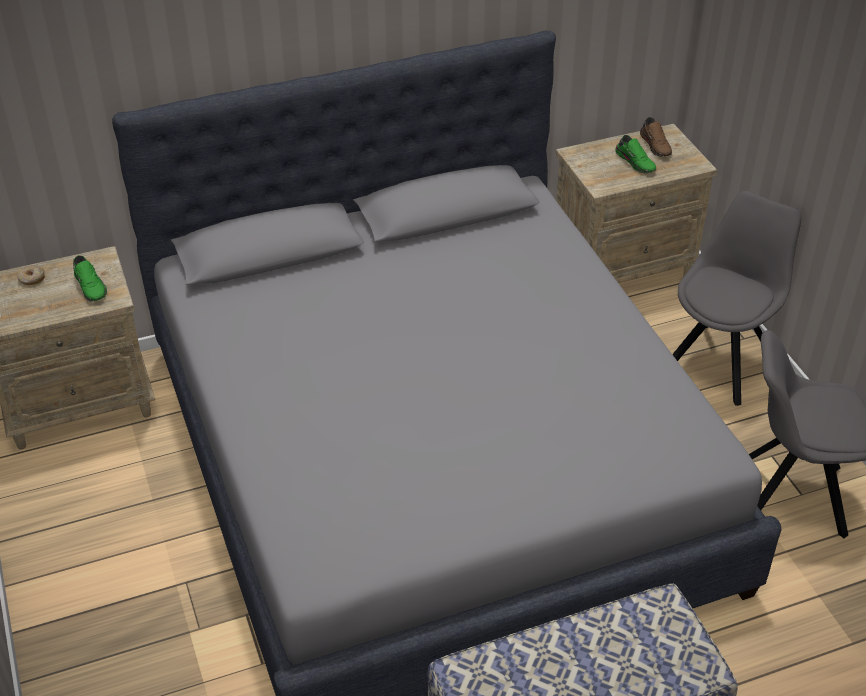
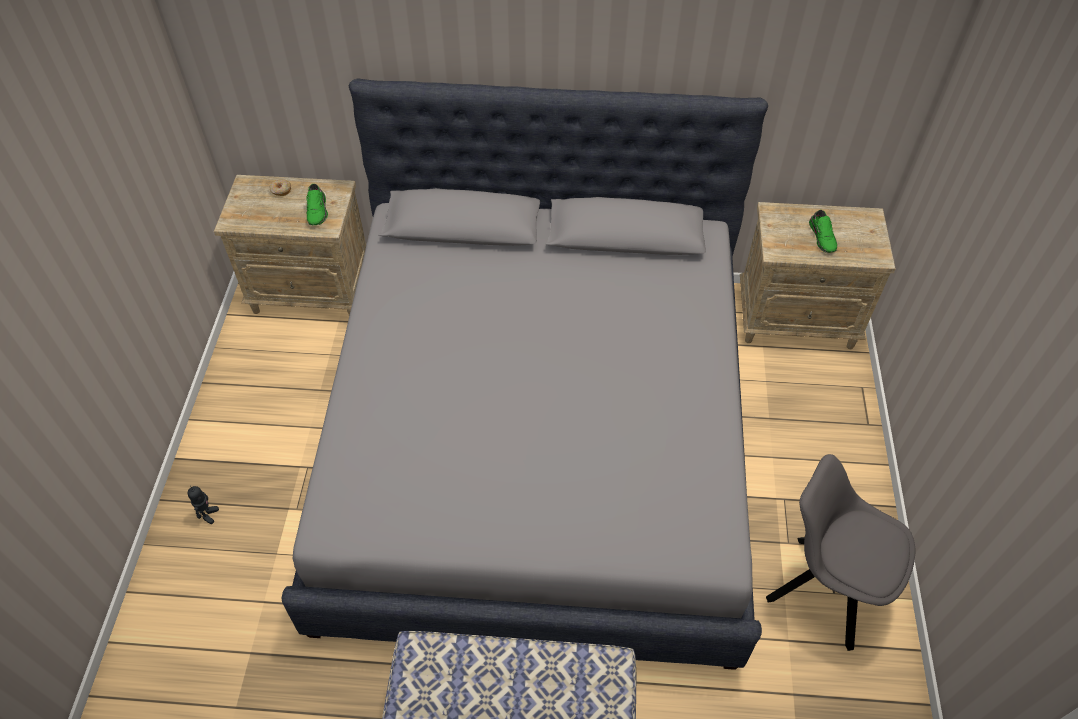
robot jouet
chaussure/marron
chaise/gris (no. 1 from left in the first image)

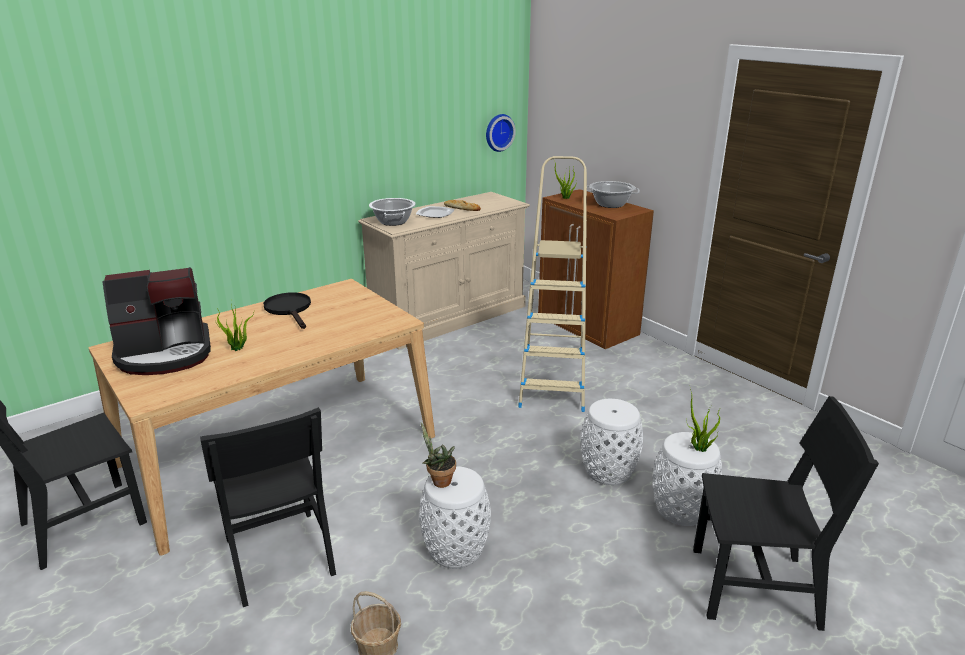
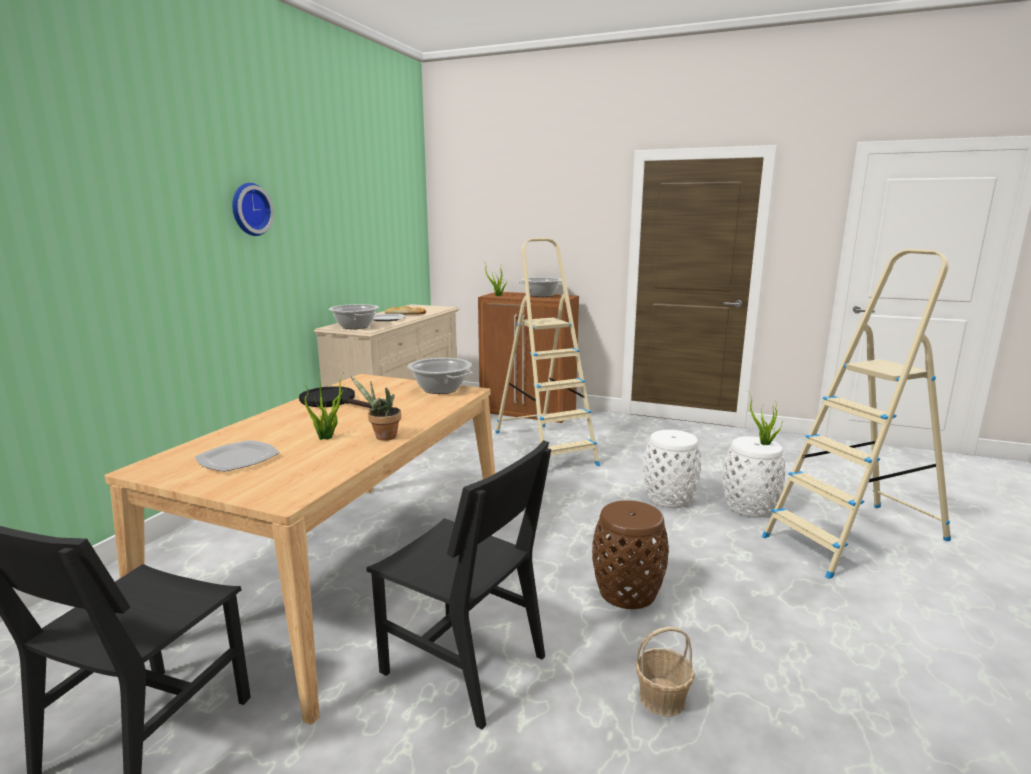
assiette (no. 1 from left)
horloge murale
plante en pot (no. 2 from left)
marmite (no. 2 from left)
tabouret/marron
escabeau/beige (no. 2 from left)

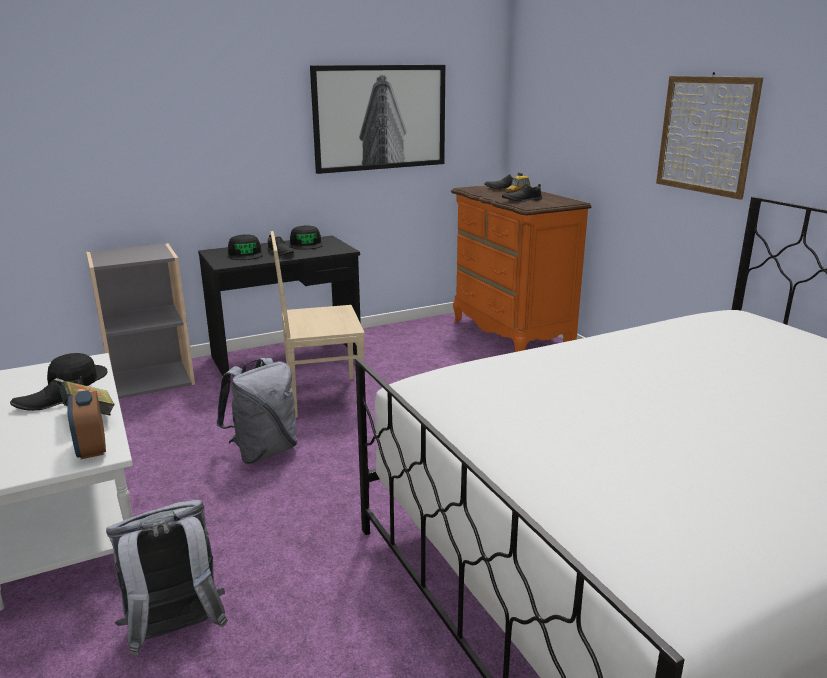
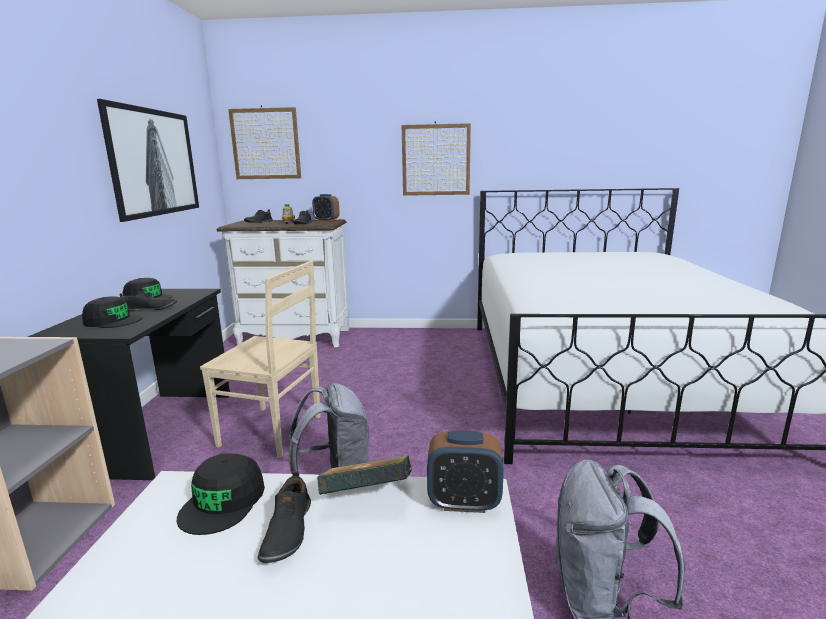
casquette/noir (no. 3 from left)
chaise/beige
commode/blanc
tableau (no. 2 from left)
réveil (no. 1 from left)

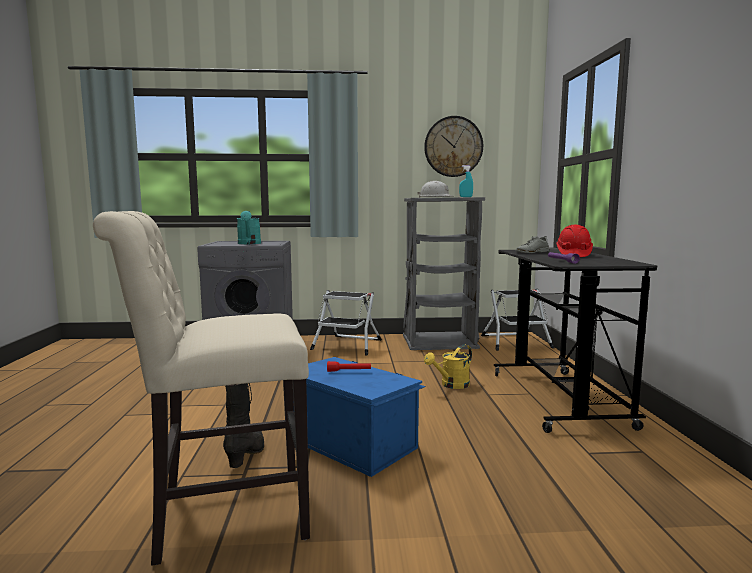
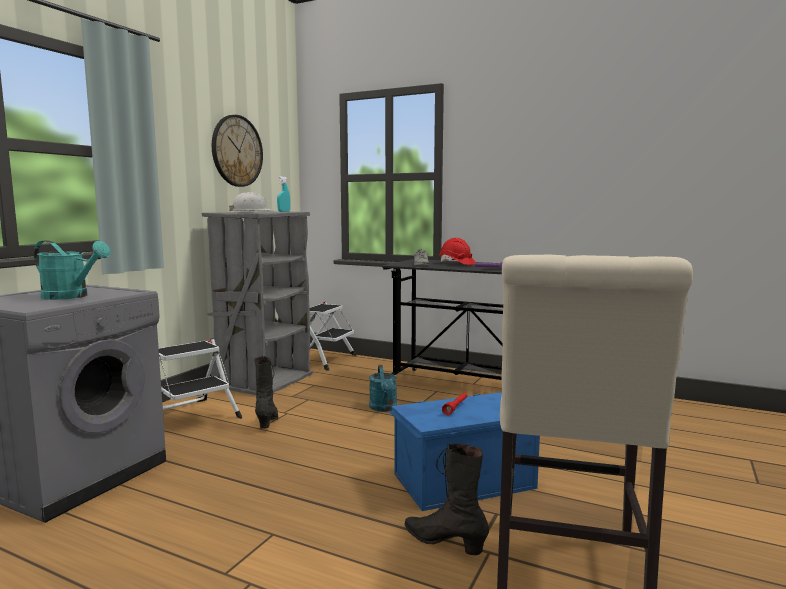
botte/noir (no. 1 from left)
arrosoir/turquoise (no. 2 from left)

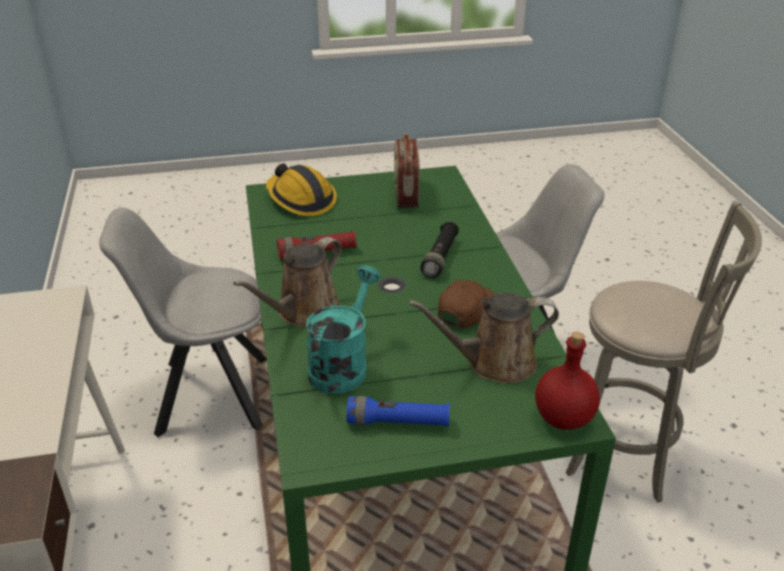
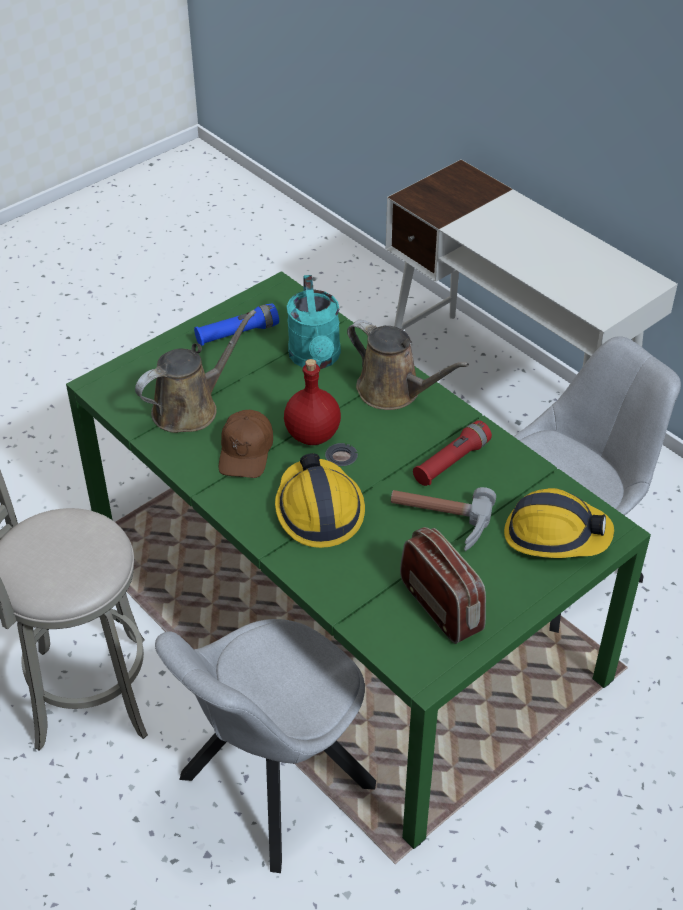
casque de chantier (no. 1 from left)
bouteille/rouge
arrosoir/marron (no. 2 from left)
marteau

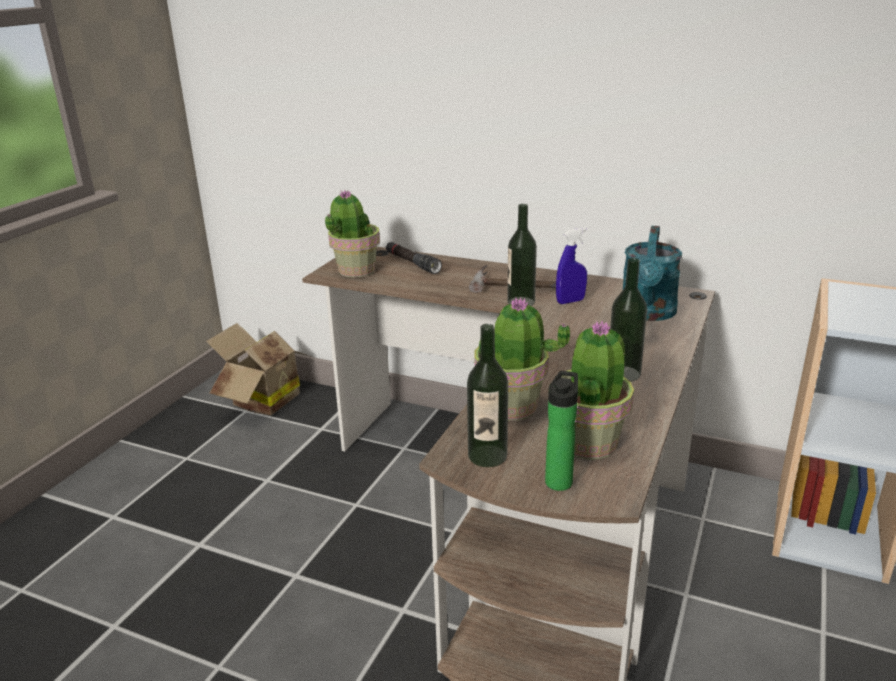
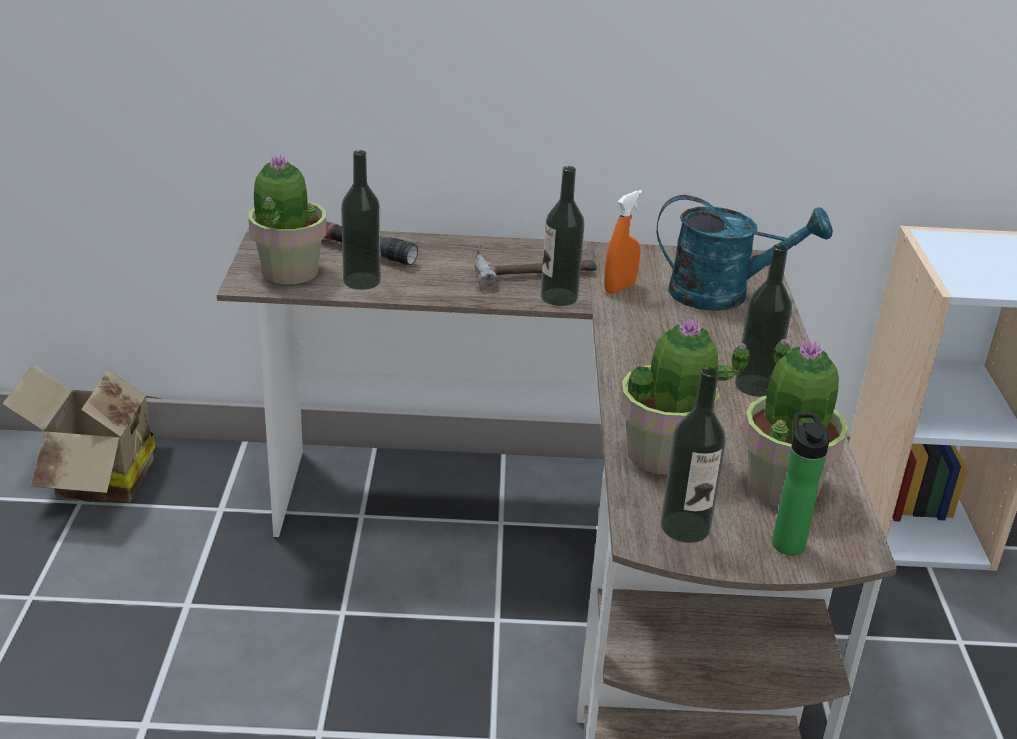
bouteille (no. 1 from left)
vaporisateur/orange
arrosoir/turquoise

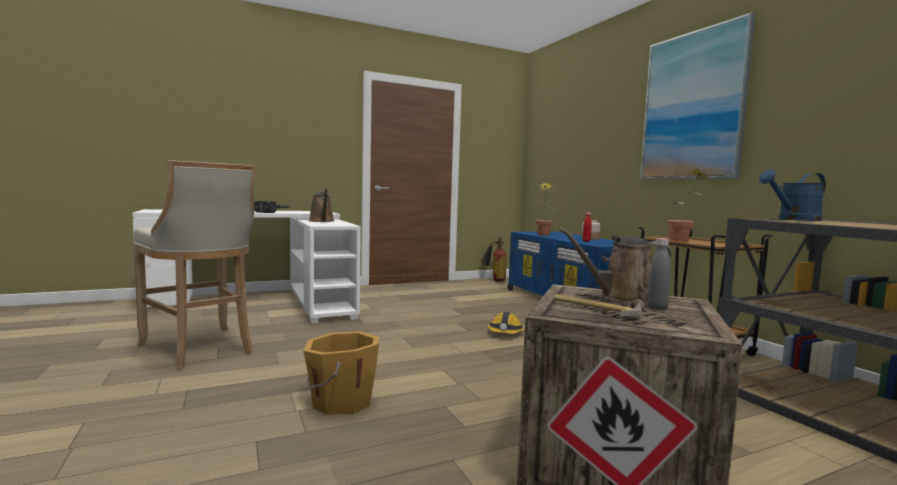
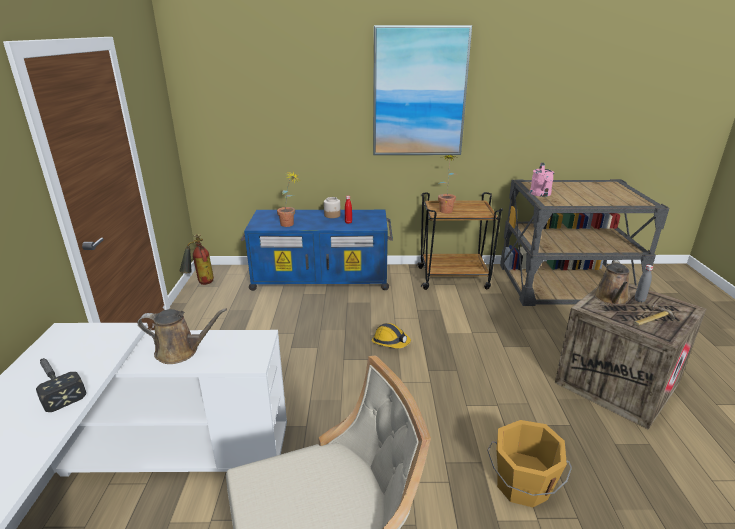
arrosoir/rose

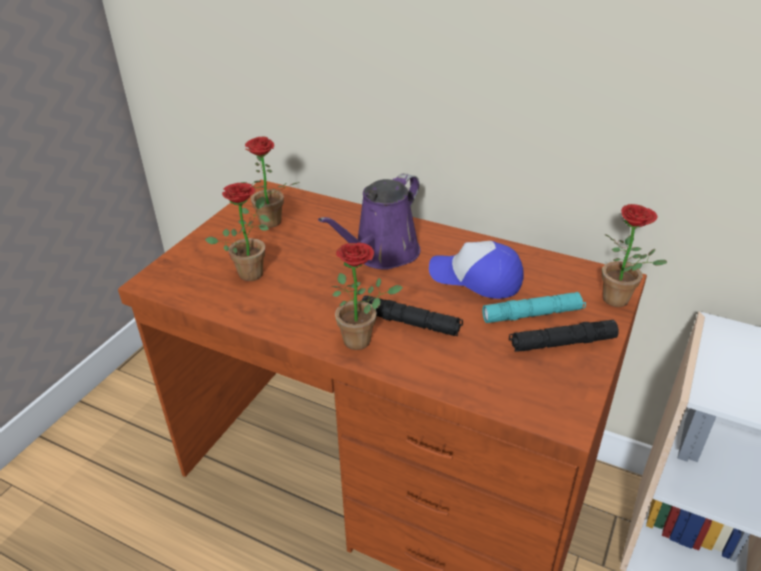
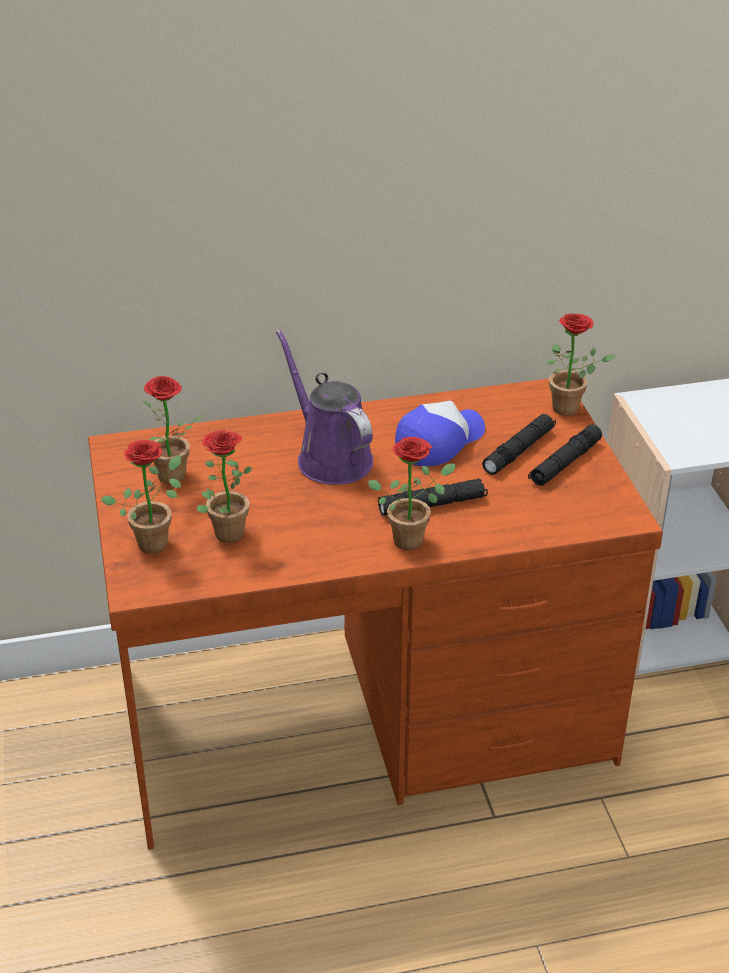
plante en pot (no. 1 from left)
arrosoir/violet
casquette
lampe de poche/noir (no. 2 from left)

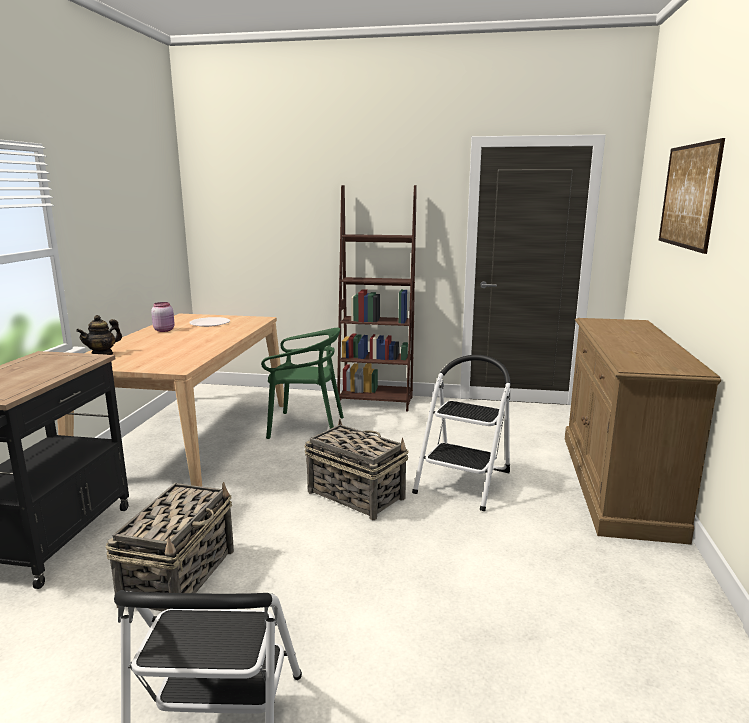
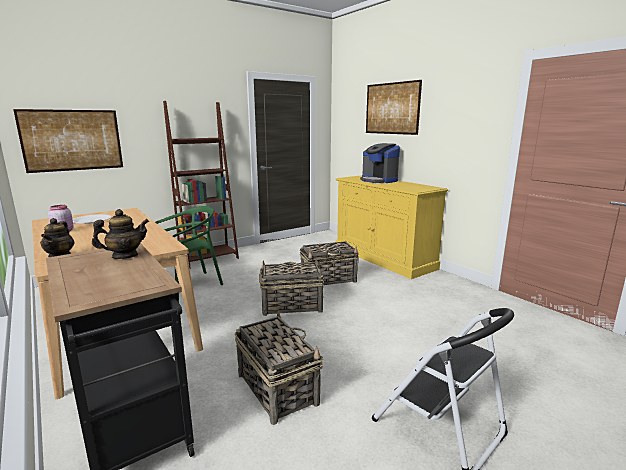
tableau (no. 1 from left)
théière (no. 2 from left)
panier (no. 3 from left)
meuble de rangement/jaune
machine à café

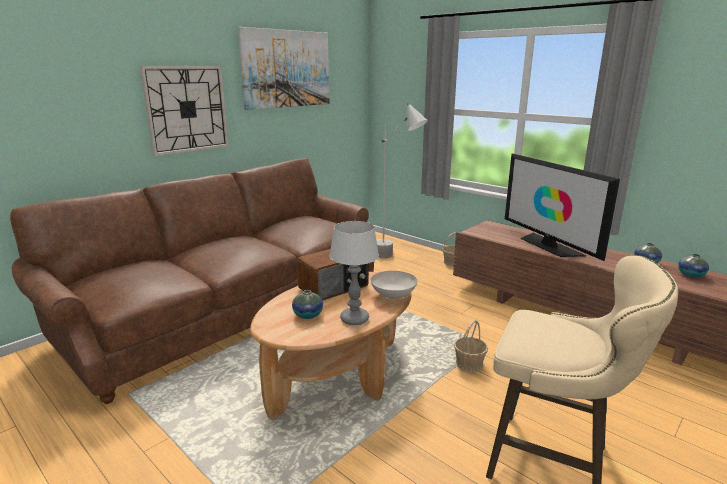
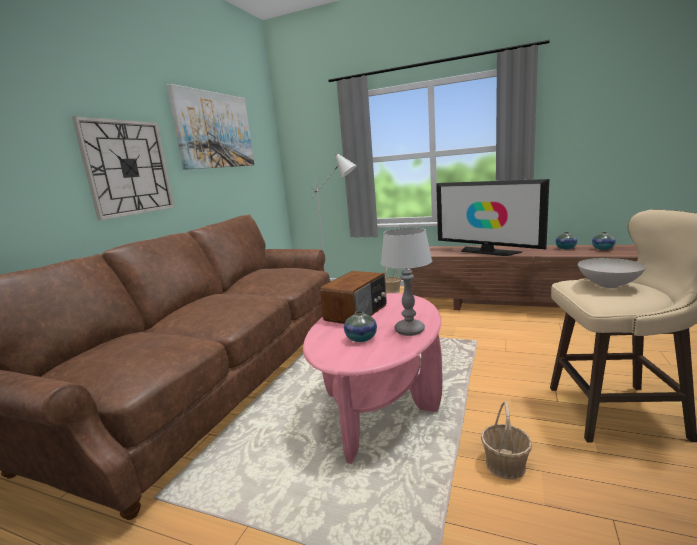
table basse/rose
panier (no. 2 from left)
bol/blanc

